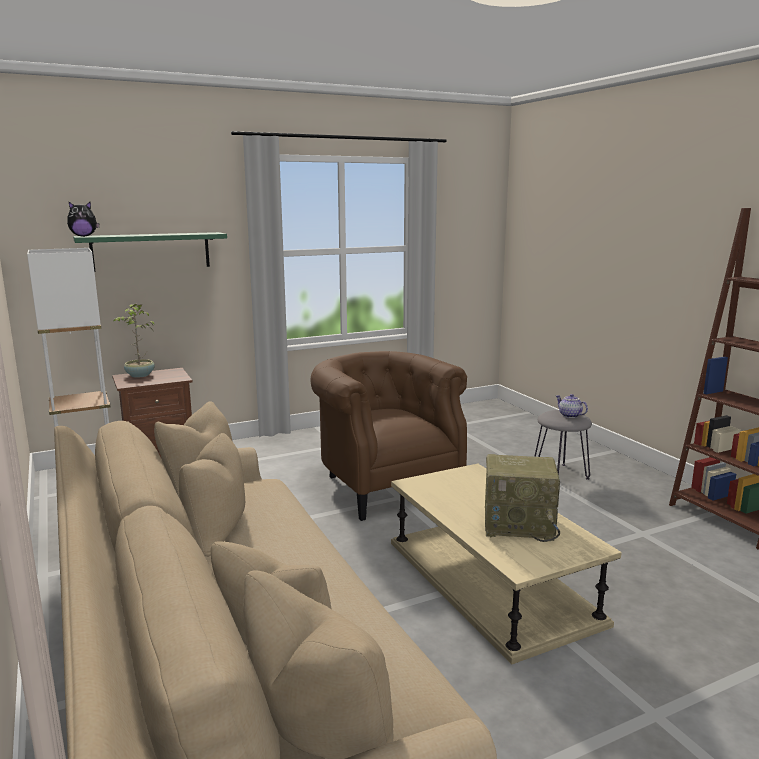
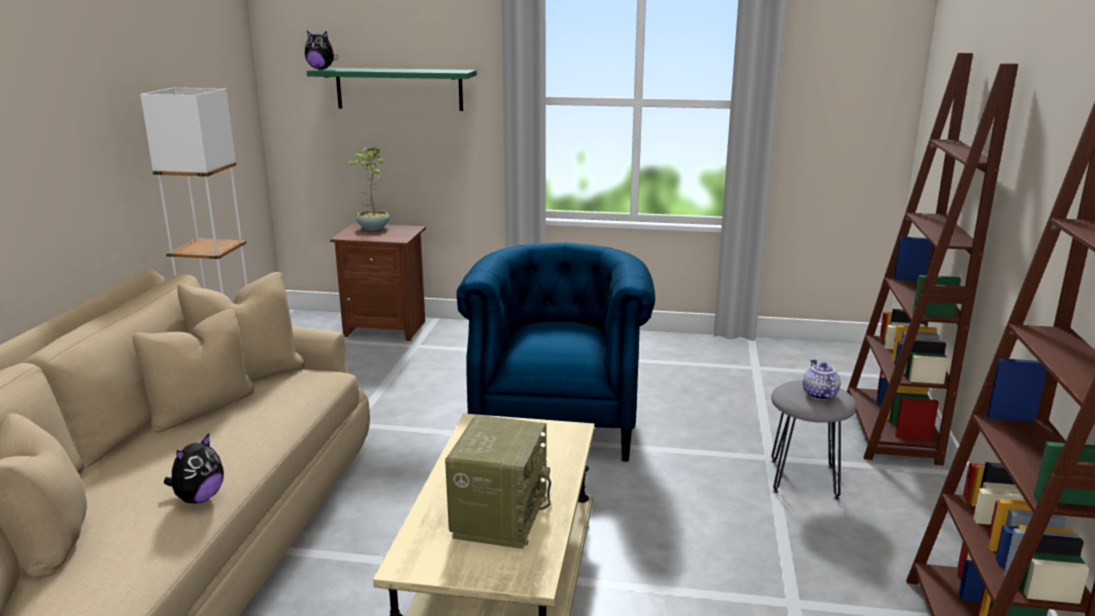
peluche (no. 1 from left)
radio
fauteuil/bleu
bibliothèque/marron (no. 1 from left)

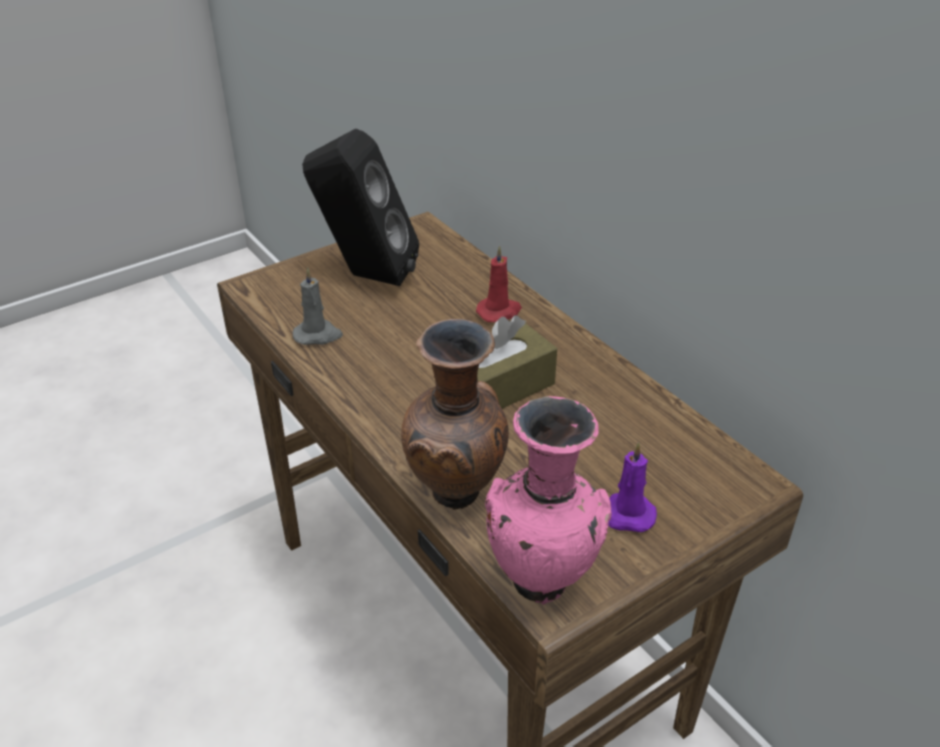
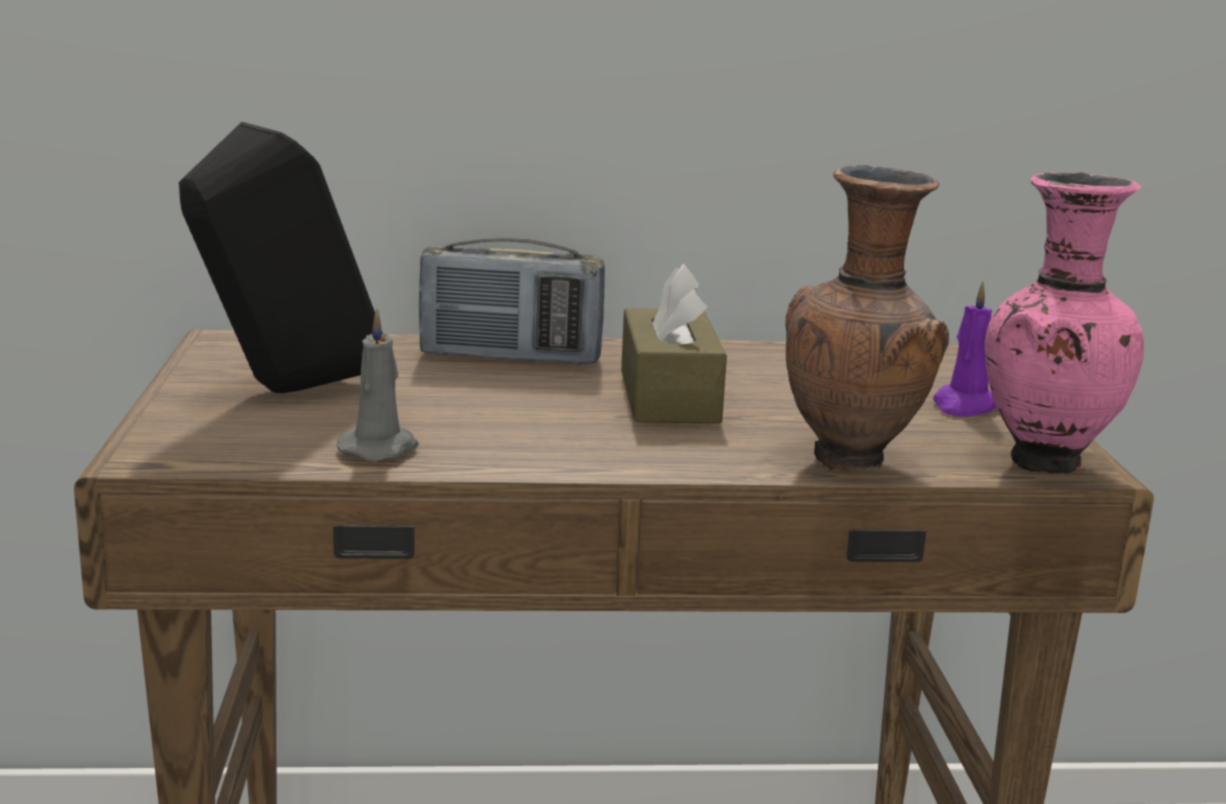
radio

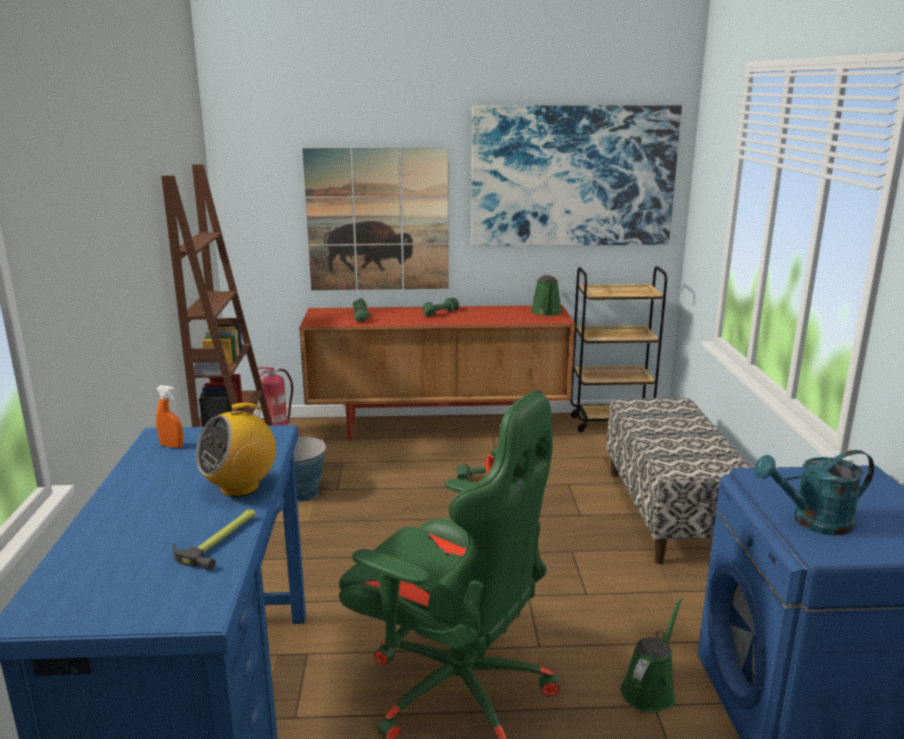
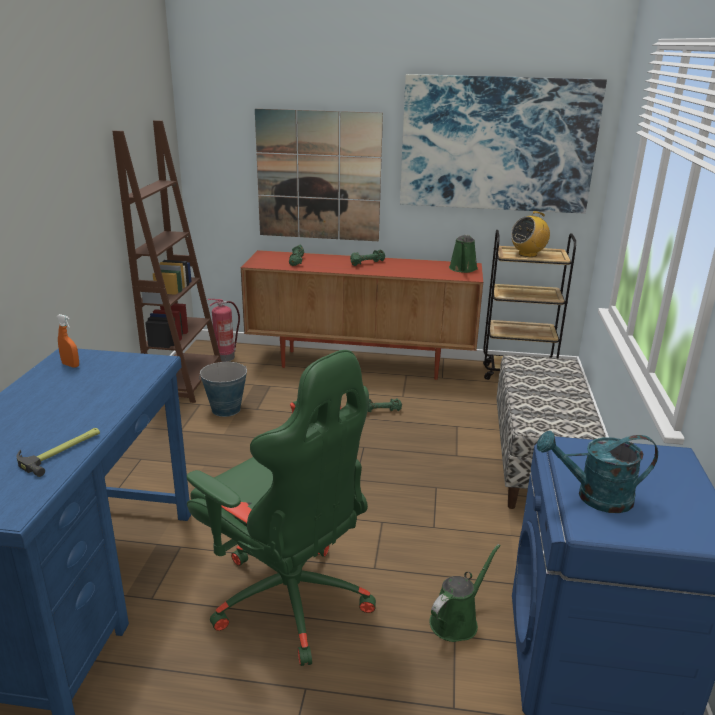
radio

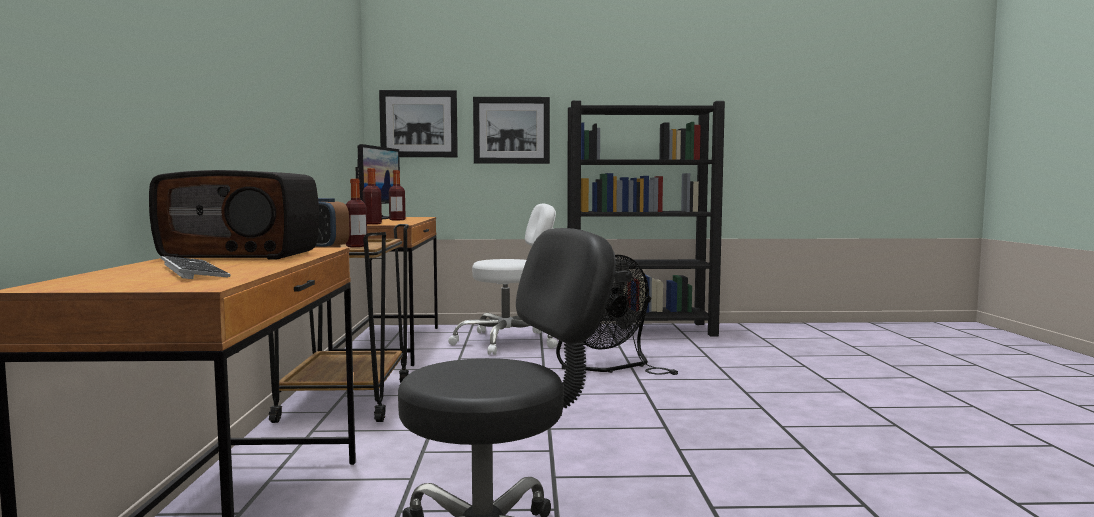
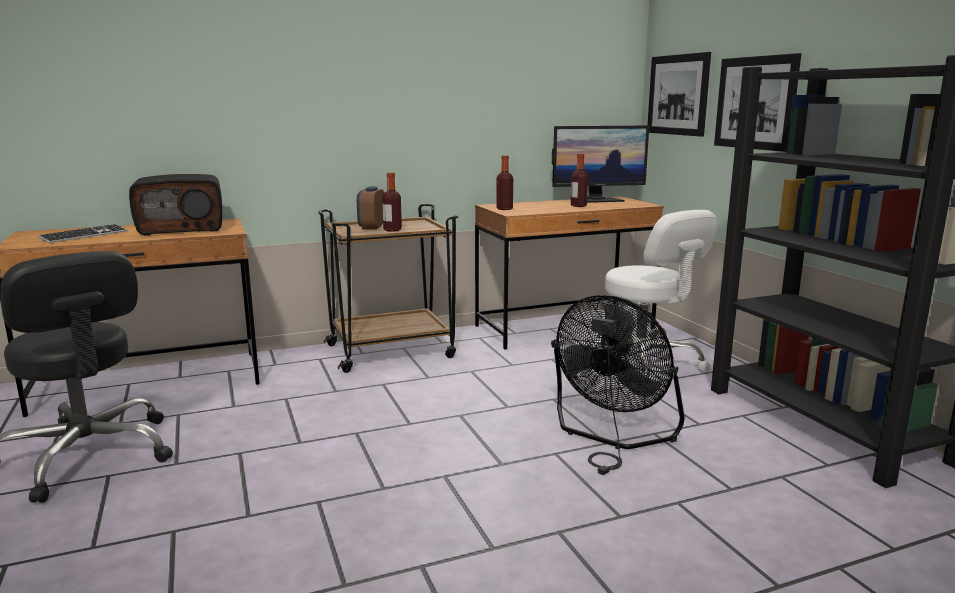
radio

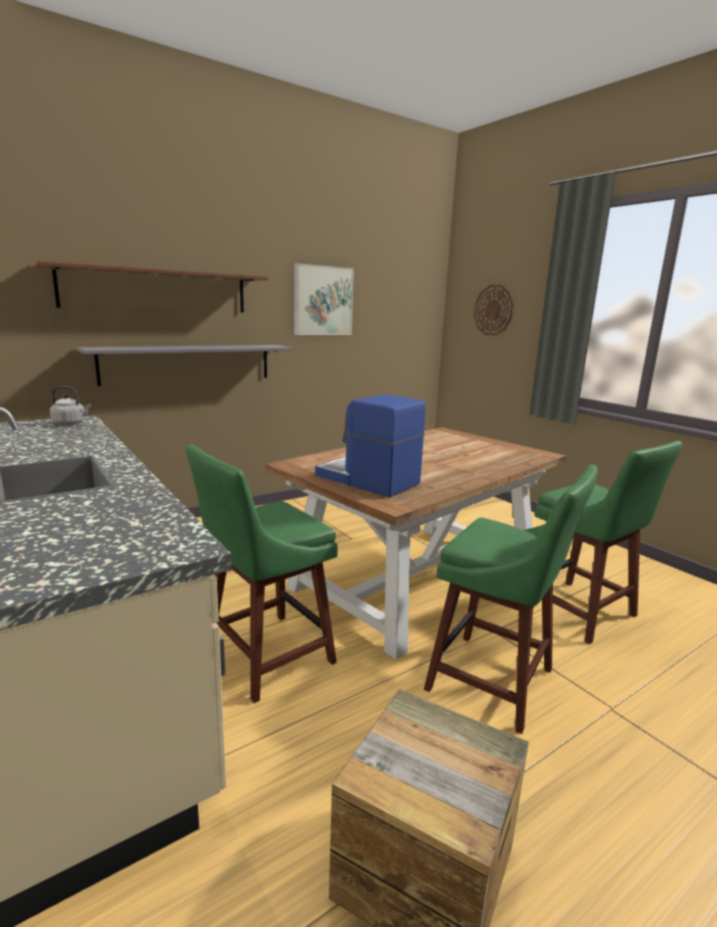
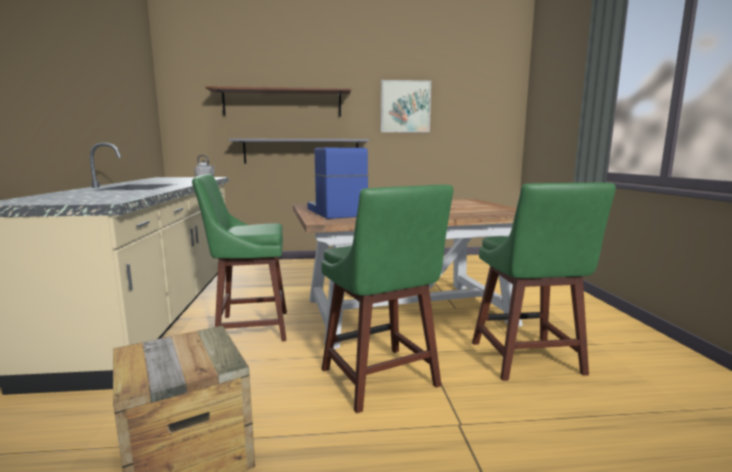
horloge murale

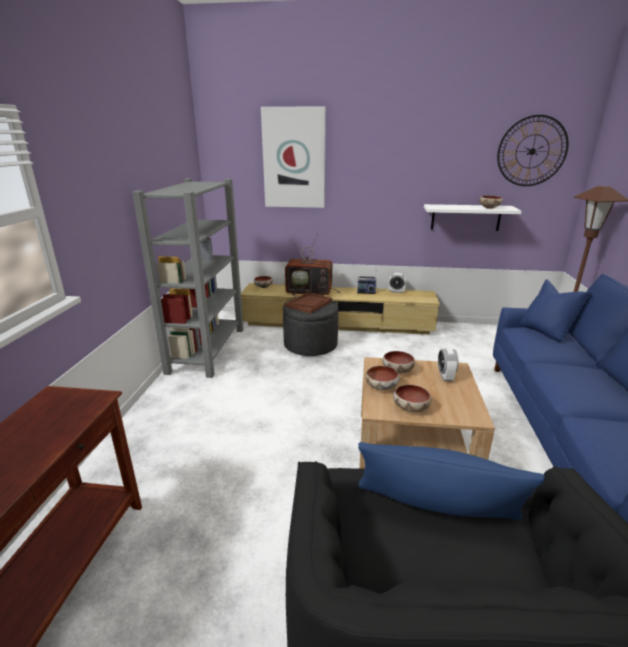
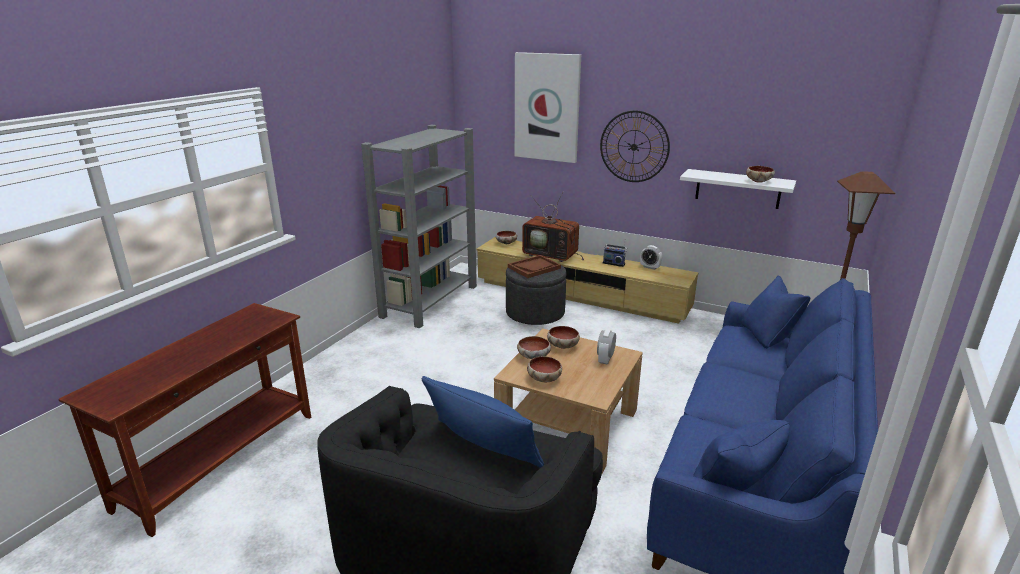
horloge murale

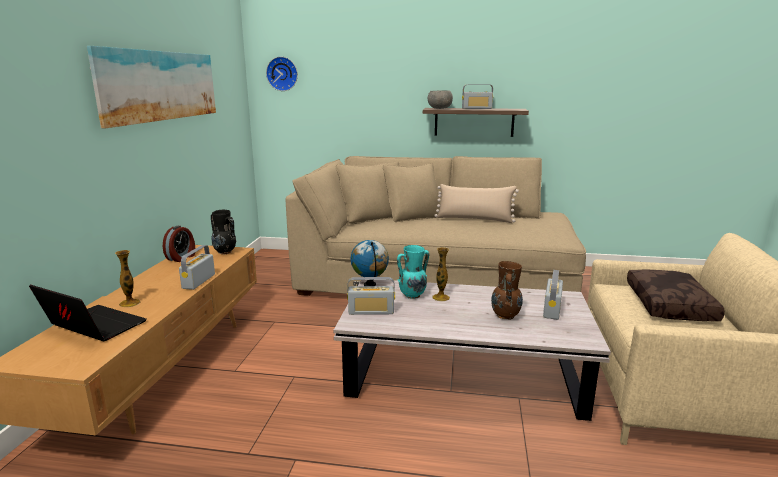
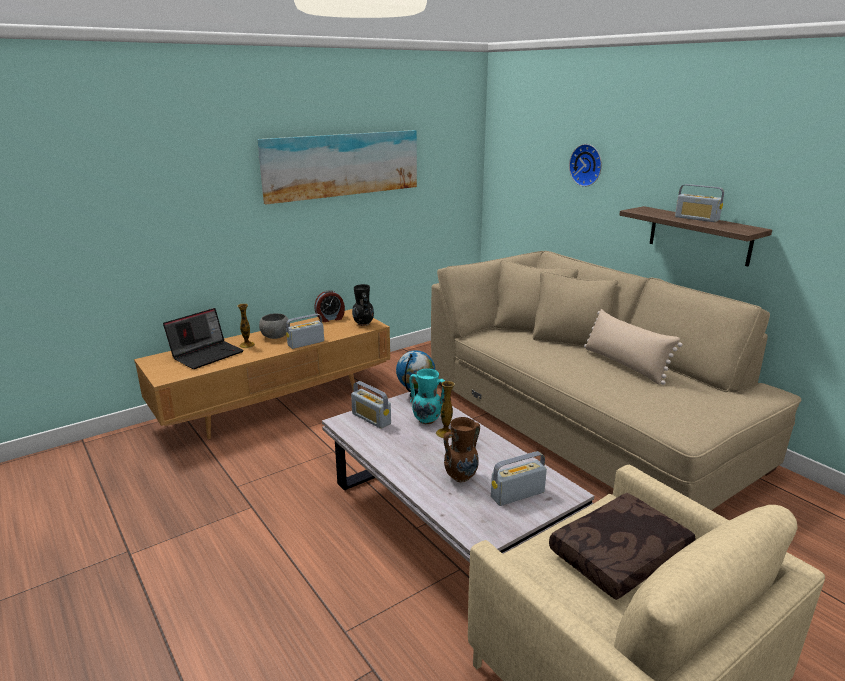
ordinateur portable
bol/gris
horloge murale

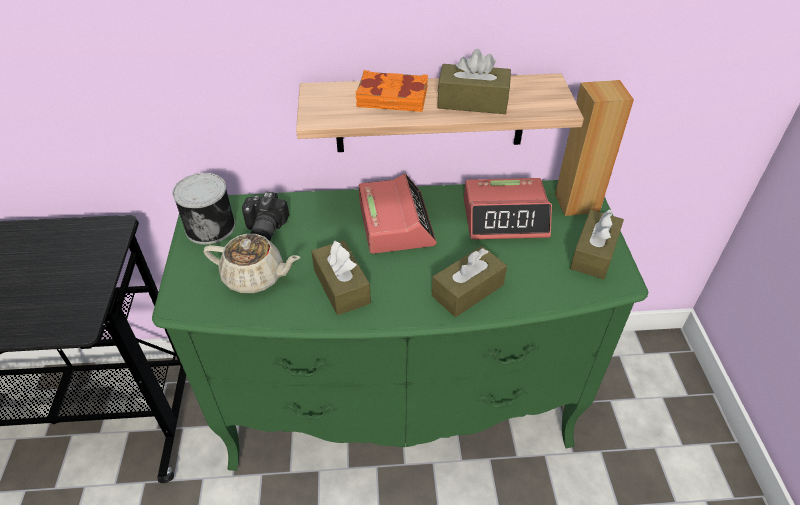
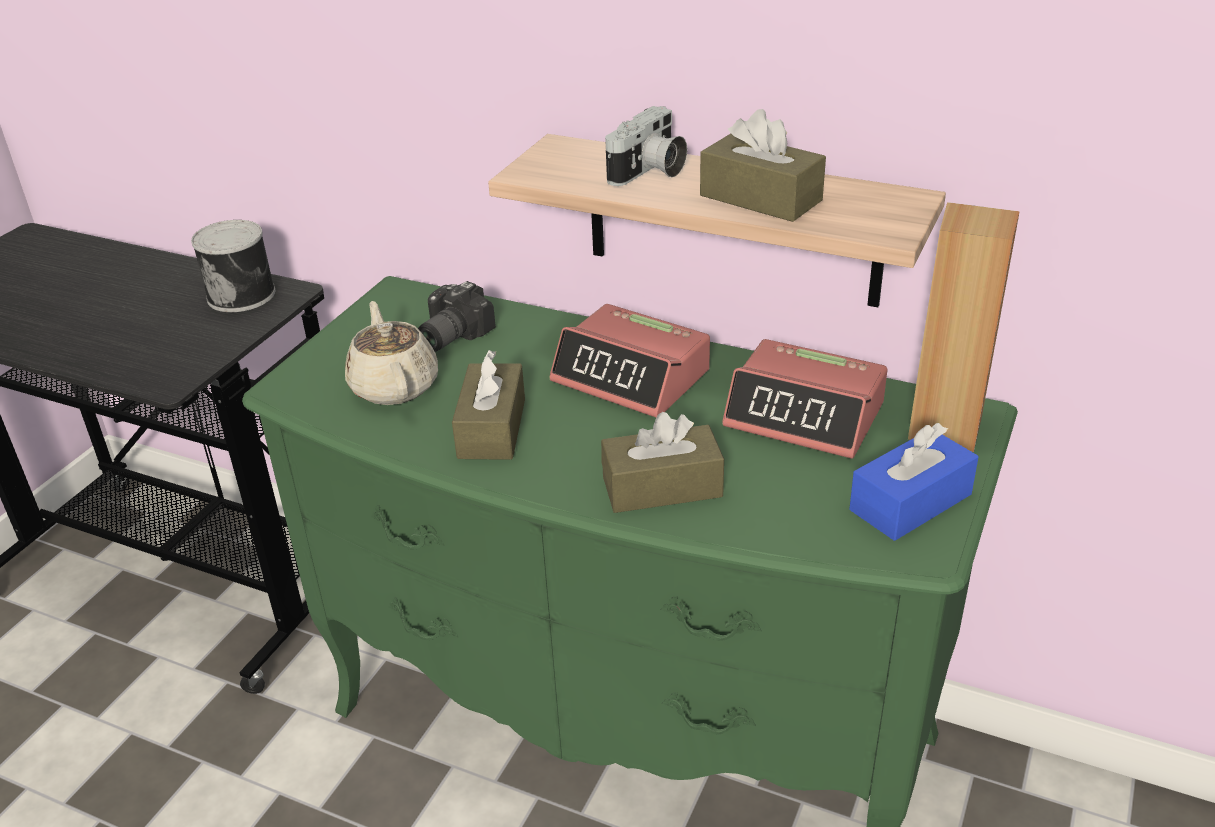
boîte métallique
théière/beige
réveil (no. 1 from left)
appareil photo (no. 2 from left)
boîte à mouchoirs/bleu

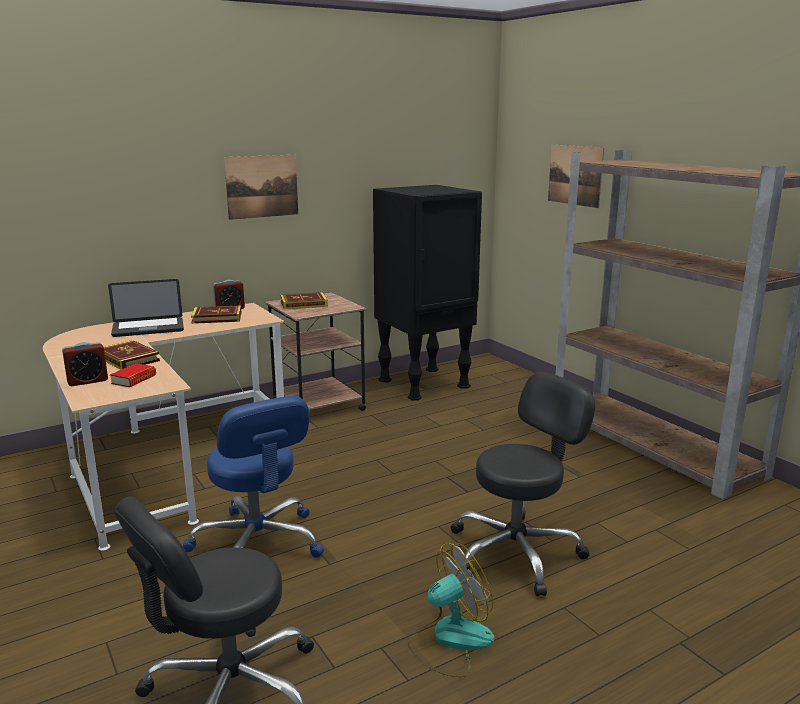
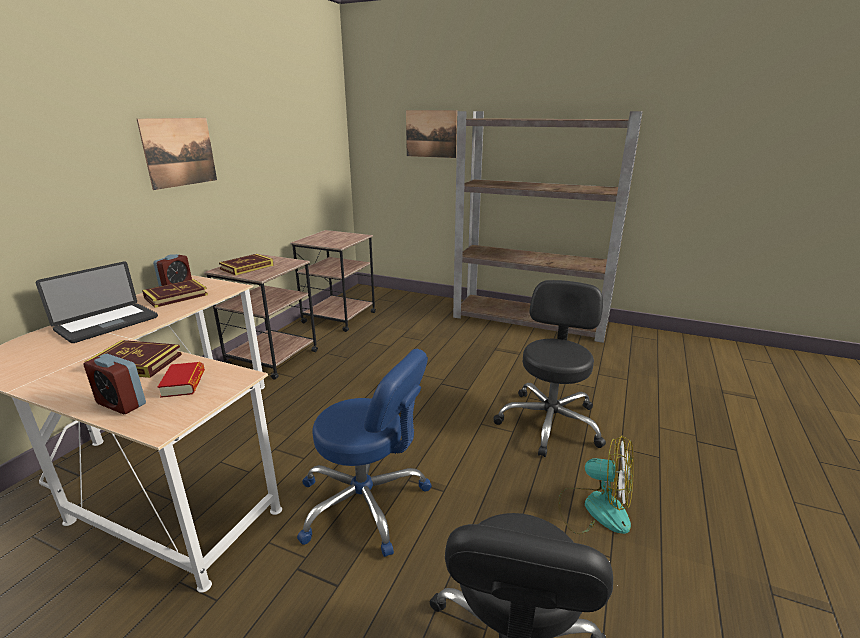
réveil (no. 1 from left)
chariot/marron (no. 2 from left)
ventilateur

